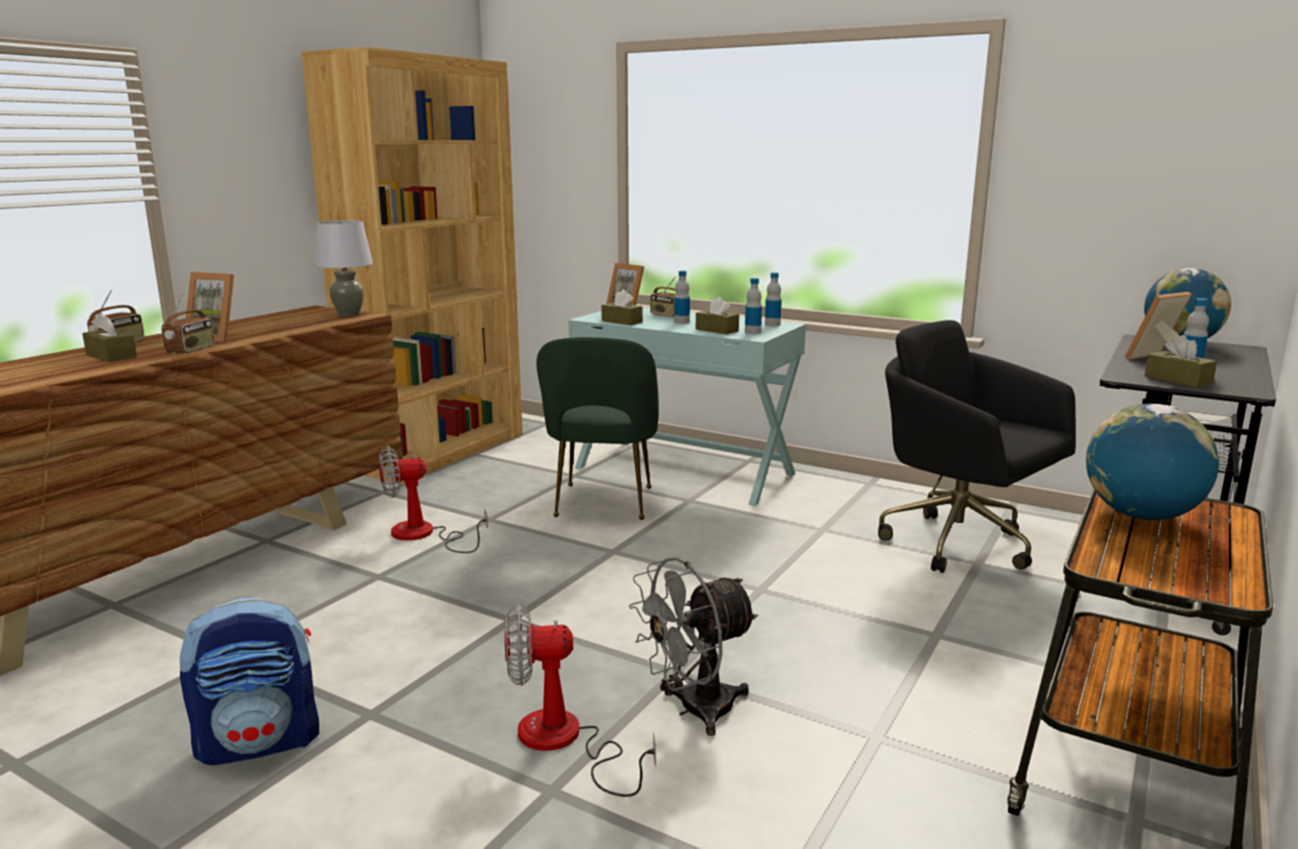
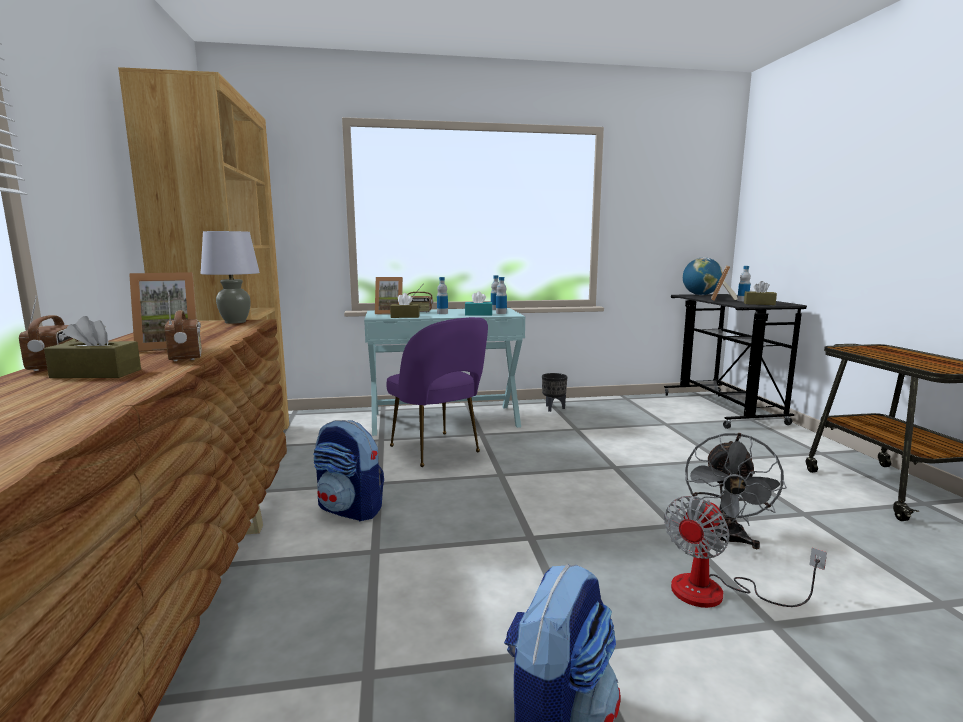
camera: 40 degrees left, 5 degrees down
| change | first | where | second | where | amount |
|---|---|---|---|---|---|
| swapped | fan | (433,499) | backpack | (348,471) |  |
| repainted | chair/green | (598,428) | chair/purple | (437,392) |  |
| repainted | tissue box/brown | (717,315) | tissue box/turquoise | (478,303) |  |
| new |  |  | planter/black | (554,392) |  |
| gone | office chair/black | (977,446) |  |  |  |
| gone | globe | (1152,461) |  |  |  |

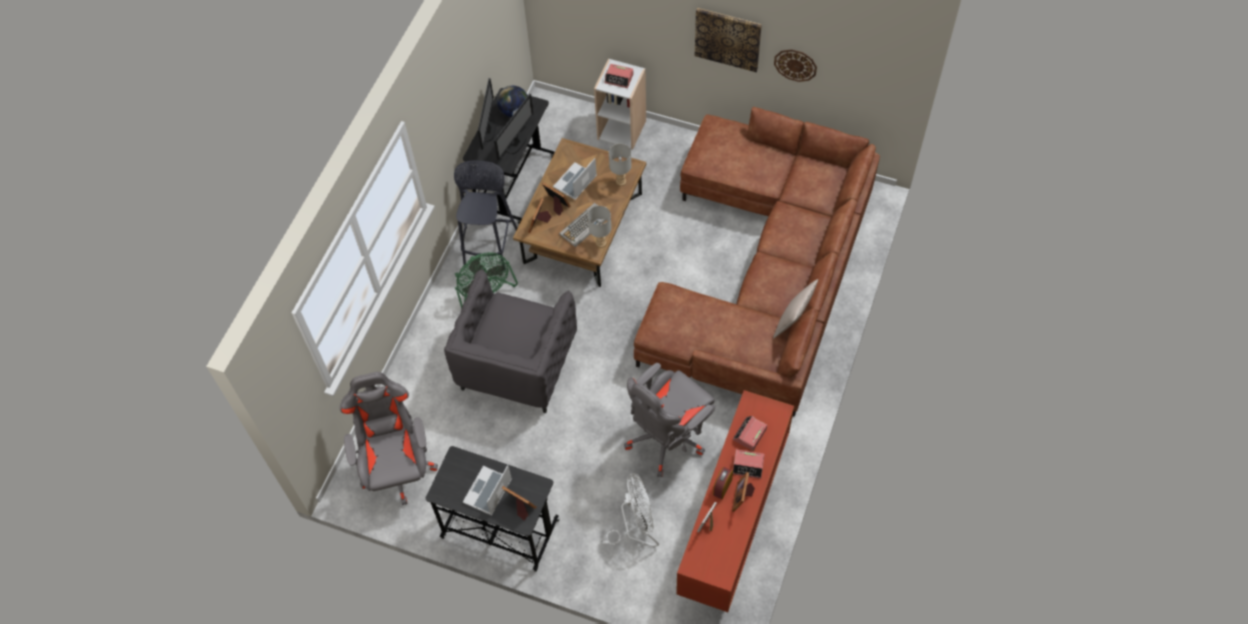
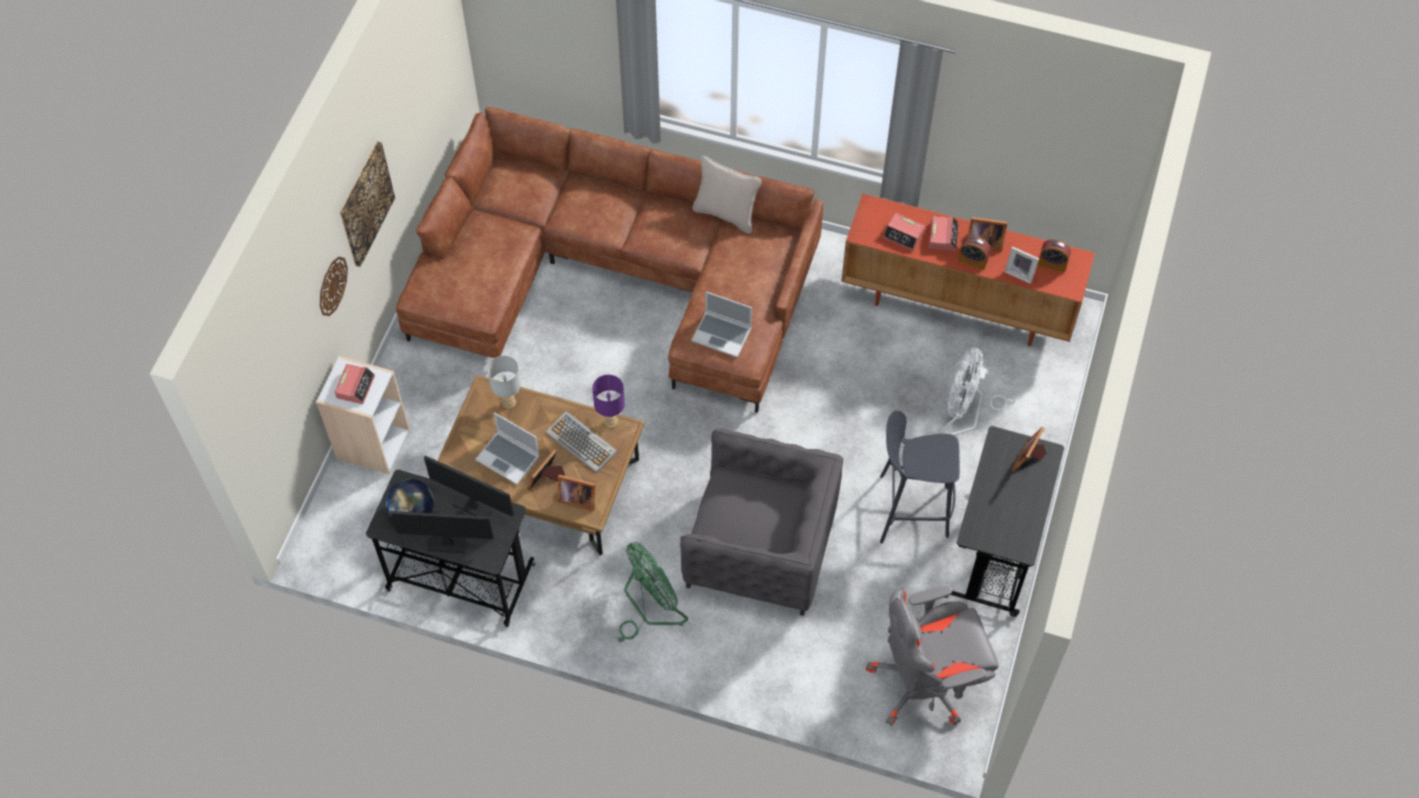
camera: 95 degrees left, 0 degrees up
| change | first | where | second | where | amount |
|---|---|---|---|---|---|
| shifted | wall clock | (795,65) |  | (334,286) |  |
| repainted | table lamp/grey | (599,227) | table lamp/purple | (608,401) |  |
| shifted | laptop | (487,490) |  | (721,324) |  |
| shifted | stool/grey | (485,215) |  | (920,476) |  |
| rotated | fan/white | (631,510) |  | (977,391) | 60 degrees counterclockwise |
| new |  |  | alarm clock | (1054,255) |  |
| gone | office chair/grey | (670,420) |  |  |  |

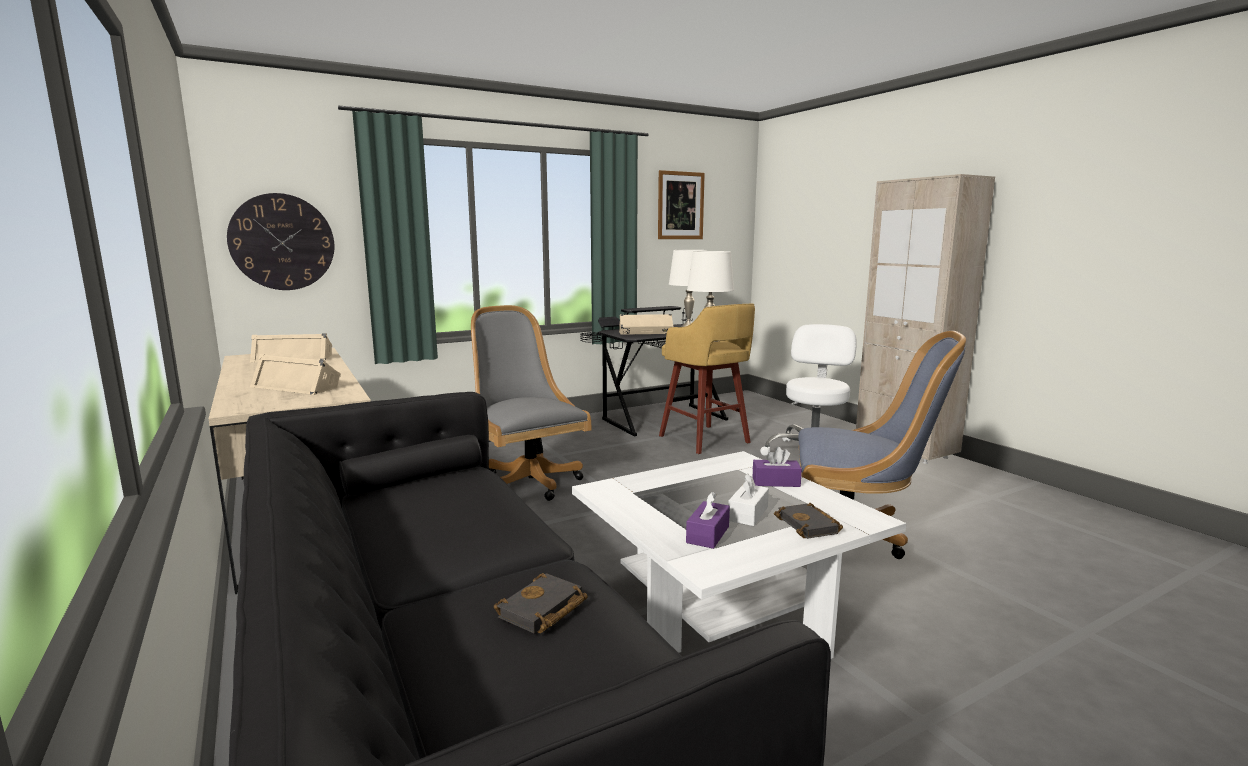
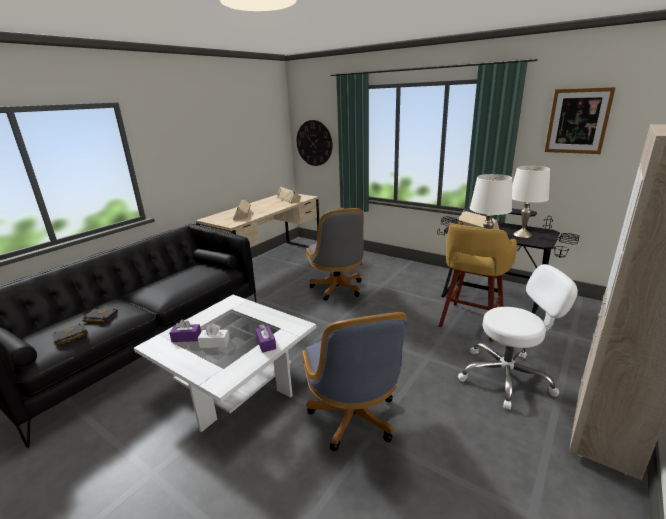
camera: 65 degrees right, 10 degrees up
| change | first | where | second | where | amount |
|---|---|---|---|---|---|
| shifted | book/black | (808,521) |  | (70,334) |  |
| rotated | office chair/grey | (531,403) |  | (335,254) | 135 degrees clockwise |

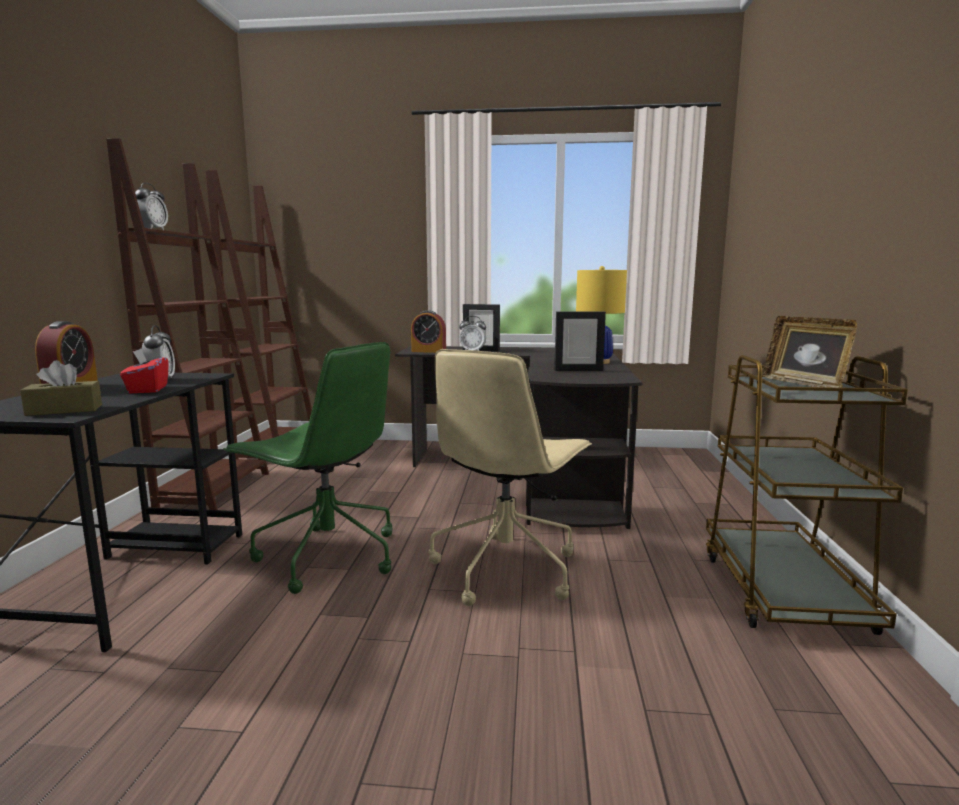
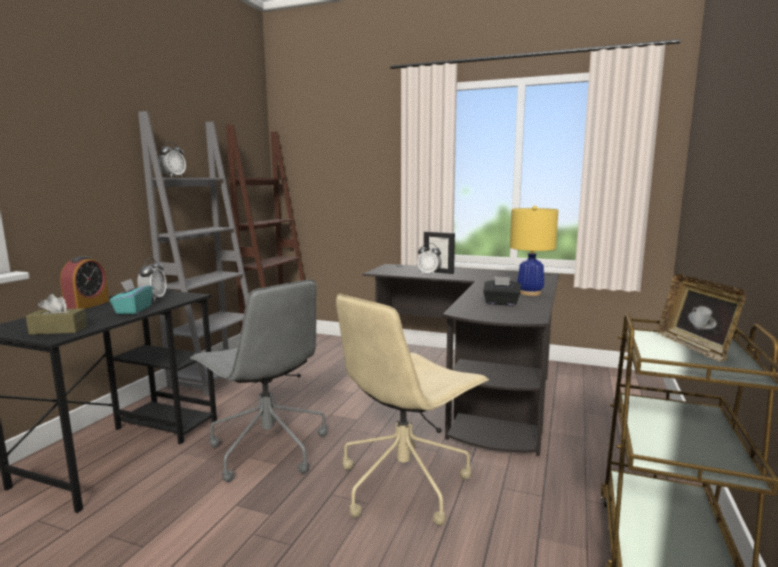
camera: 15 degrees right, 0 degrees up
| change | first | where | second | where | amount |
|---|---|---|---|---|---|
| repainted | tissue box/red | (144,371) | tissue box/turquoise | (131,296) |  |
| repainted | bookcase/brown | (187,324) | bookcase/grey | (193,253) |  |
| repainted | office chair/green | (307,468) | office chair/grey | (258,381) |  |
| swapped | picture frame | (580,341) | tissue box/black | (502,291) |  |
| gone | alarm clock | (428,331) |  |  |  |

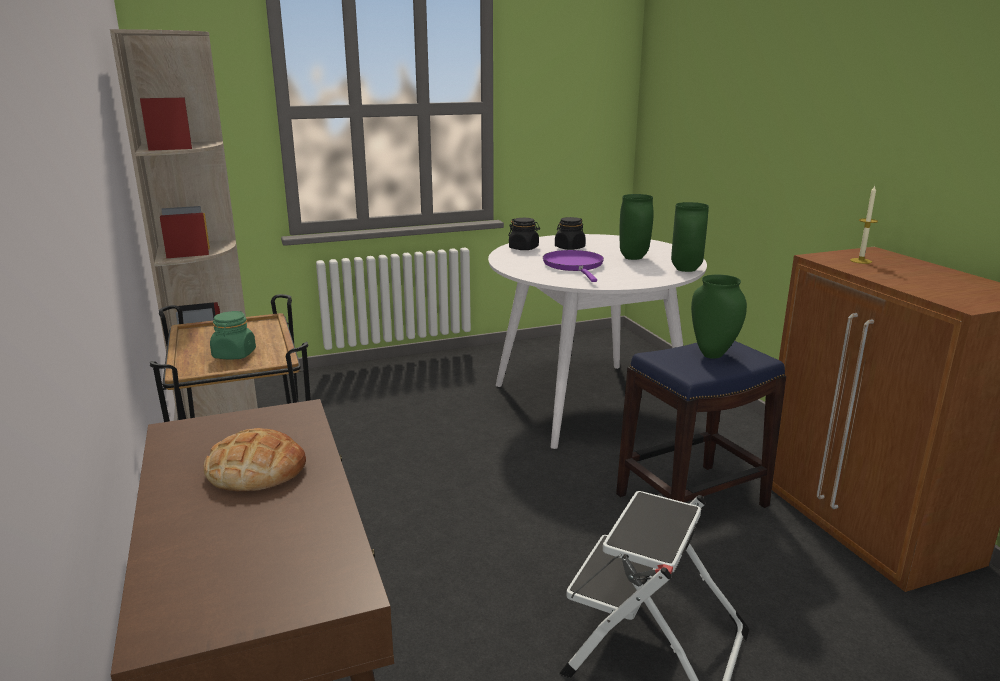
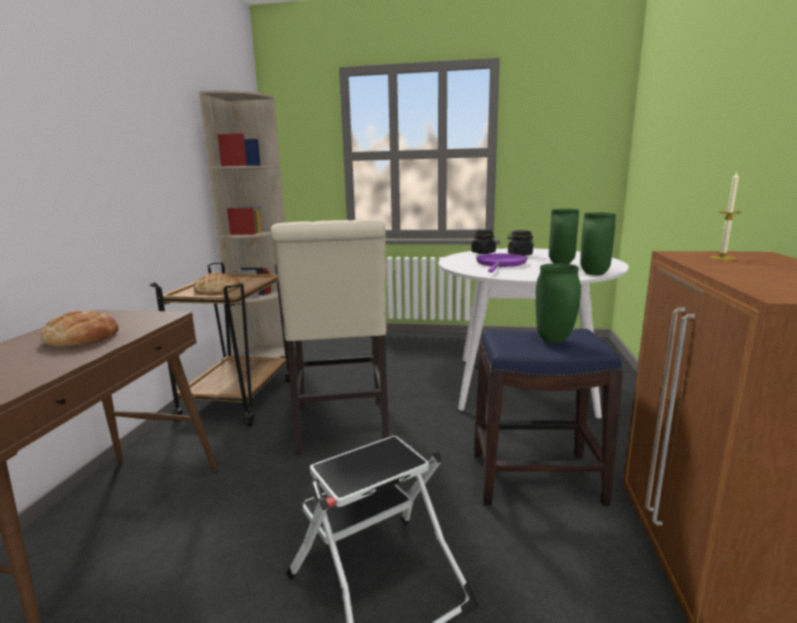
camera: 30 degrees right, 5 degrees down
| change | first | where | second | where | amount |
|---|---|---|---|---|---|
| swapped | jar/green | (233,335) | bread | (217,283) |  |
| new |  |  | stool/beige | (330,337) |  |

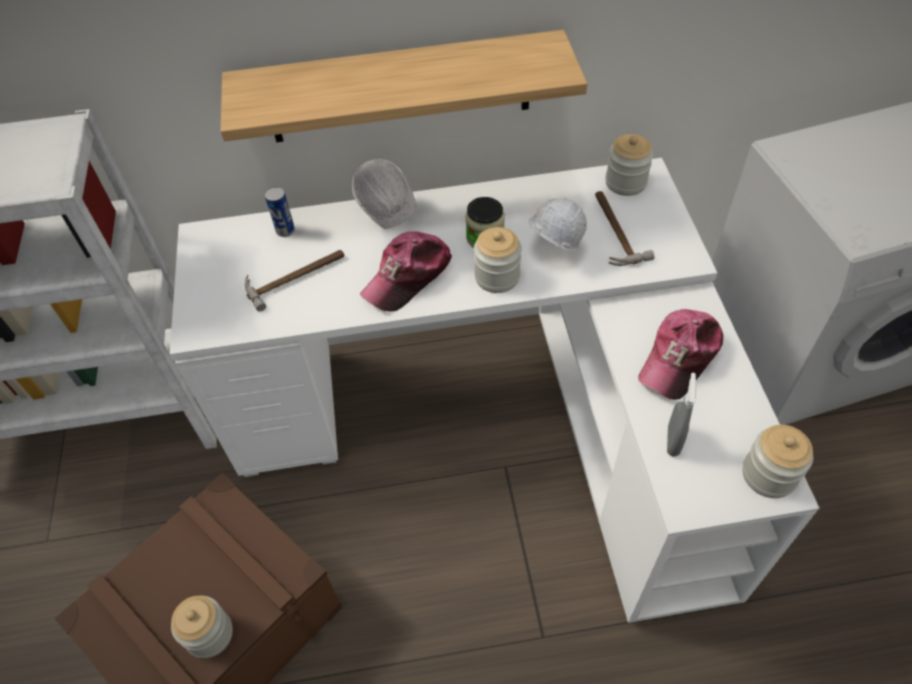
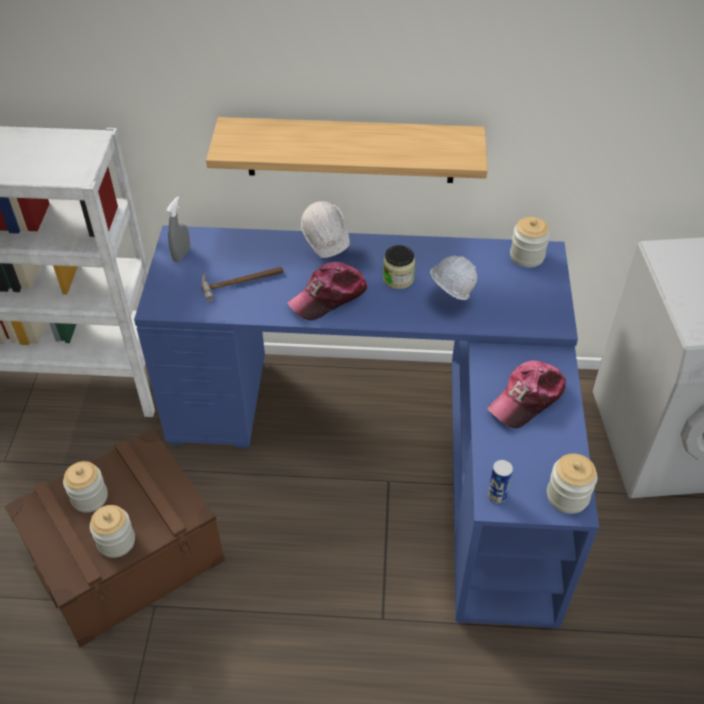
camera: 10 degrees right, 5 degrees down
| change | first | where | second | where | amount |
|---|---|---|---|---|---|
| shifted | jar | (498,260) |  | (85,487) |  |
| repainted | desk/white | (494,390) | desk/blue | (366,426) |  |
| shifted | spray bottle/grey | (681,415) |  | (178,229) |  |
| shifted | can | (280,212) |  | (500,481) |  |
| gone | hammer | (624,228) |  |  |  |

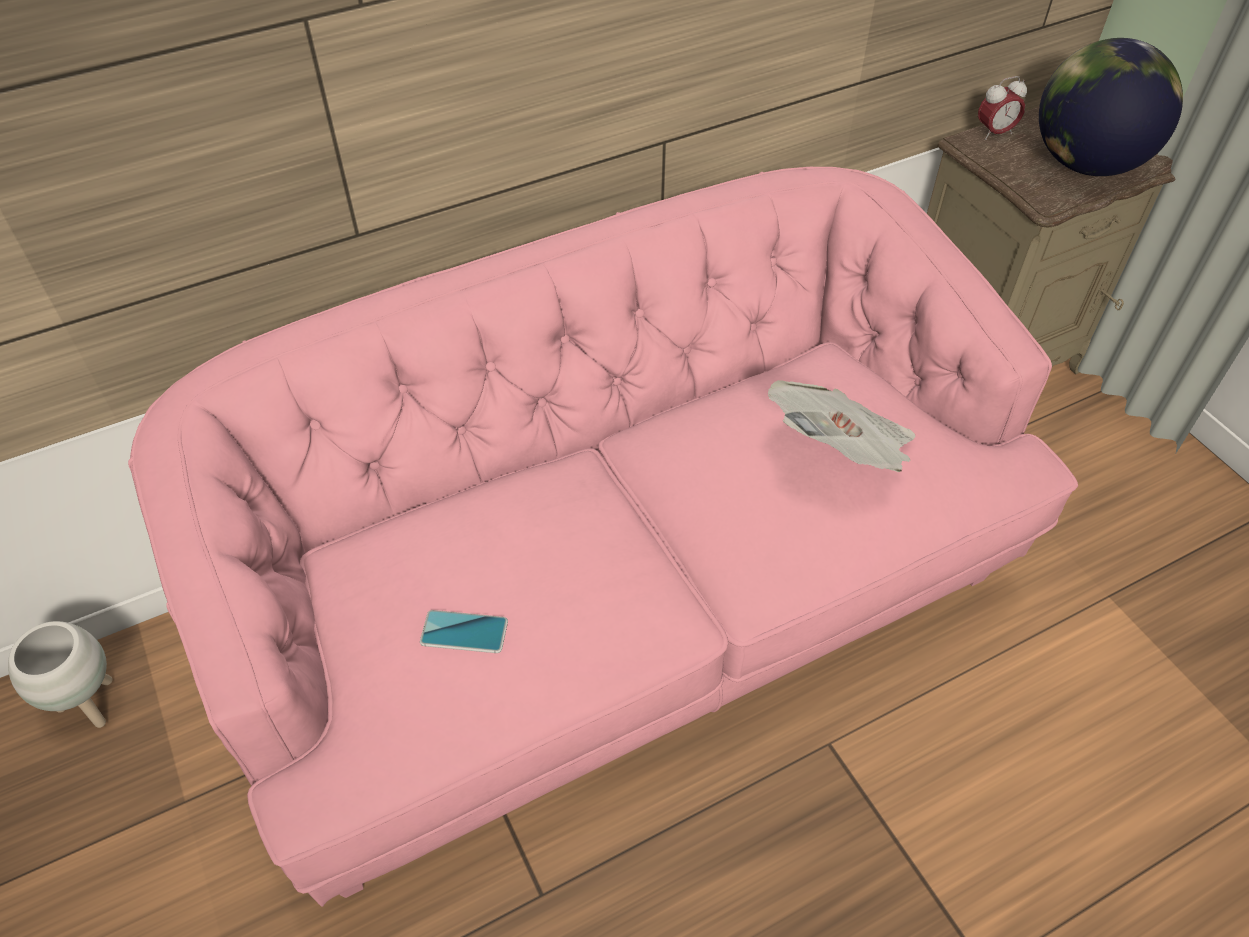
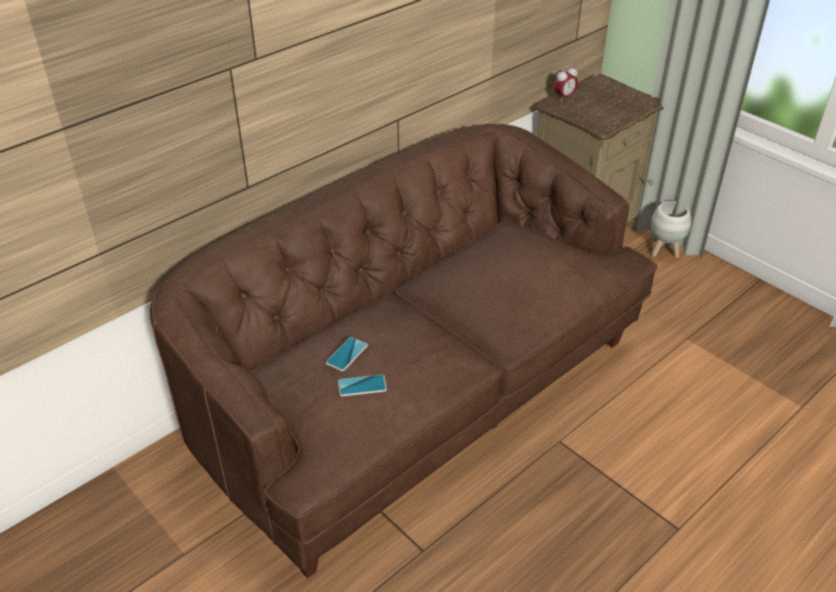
camera: 15 degrees left, 10 degrees down
| change | first | where | second | where | amount |
|---|---|---|---|---|---|
| repainted | sofa/pink | (603,537) | sofa/brown | (404,351) |  |
| new |  |  | phone | (347,354) |  |
| shifted | planter/white | (60,674) |  | (671,229) |  |
| gone | newspaper | (841,426) |  |  |  |
| gone | globe | (1111,107) |  |  |  |

